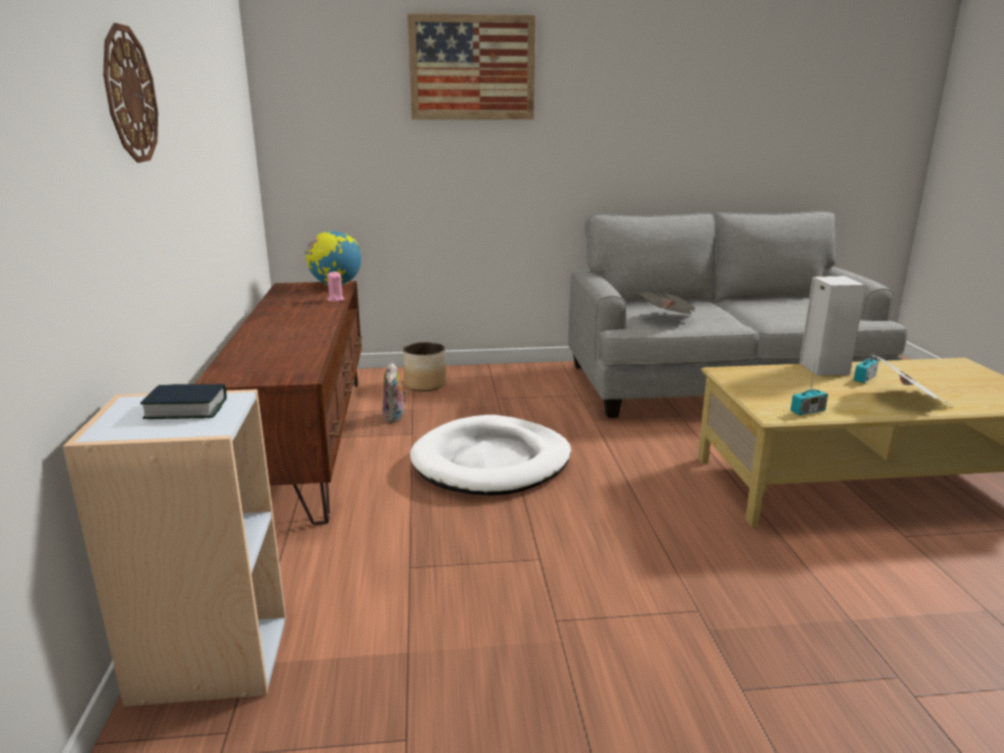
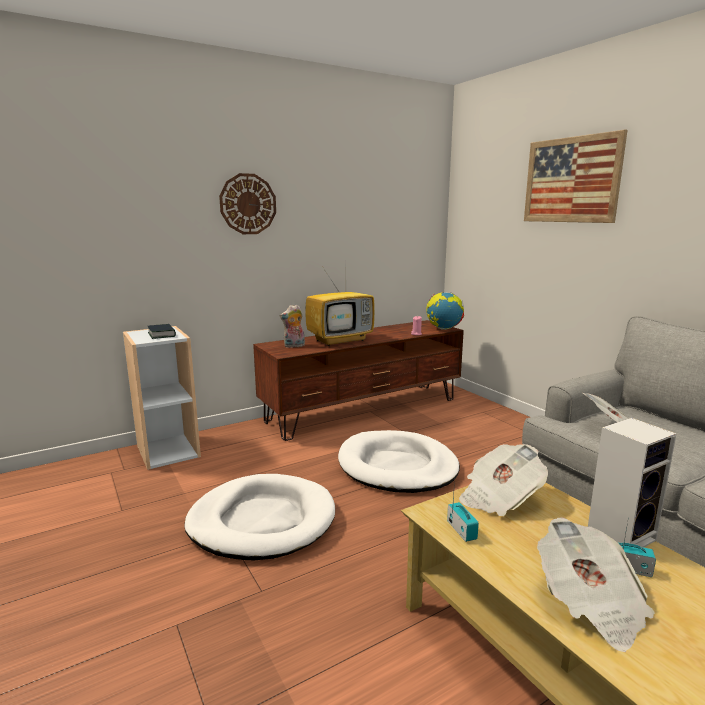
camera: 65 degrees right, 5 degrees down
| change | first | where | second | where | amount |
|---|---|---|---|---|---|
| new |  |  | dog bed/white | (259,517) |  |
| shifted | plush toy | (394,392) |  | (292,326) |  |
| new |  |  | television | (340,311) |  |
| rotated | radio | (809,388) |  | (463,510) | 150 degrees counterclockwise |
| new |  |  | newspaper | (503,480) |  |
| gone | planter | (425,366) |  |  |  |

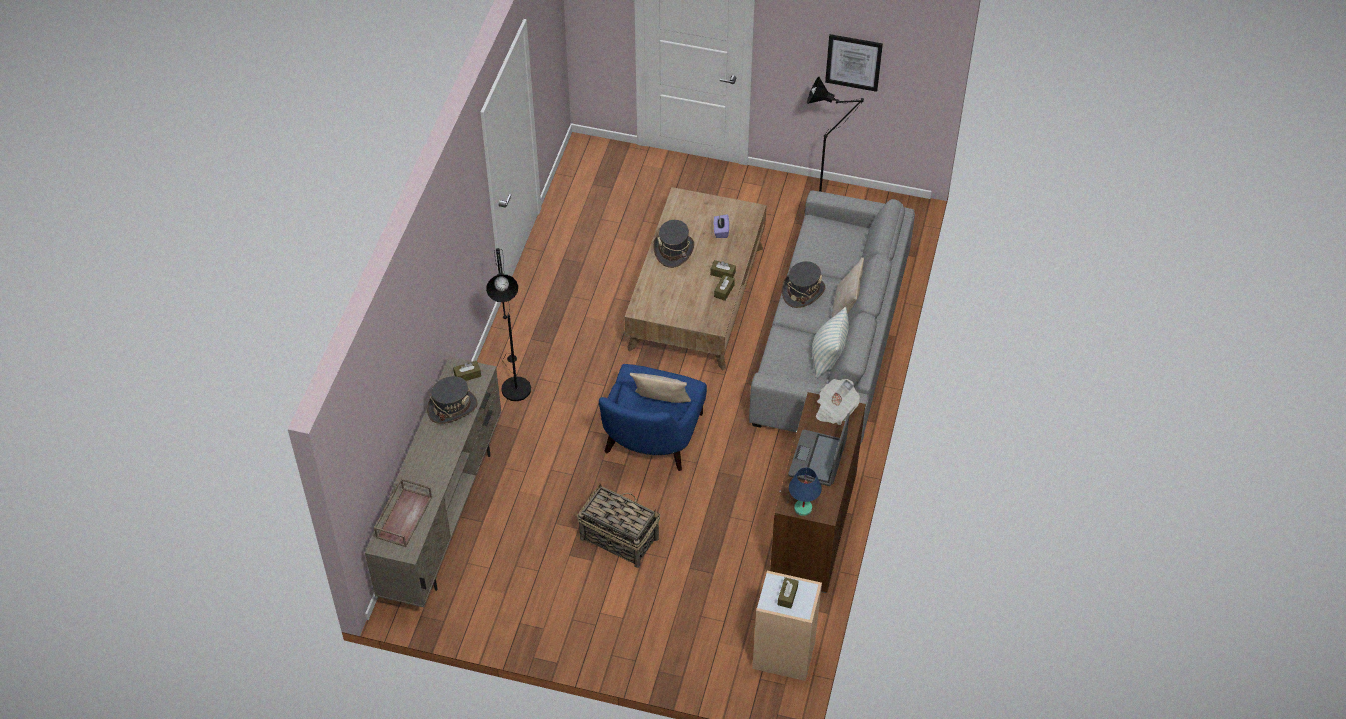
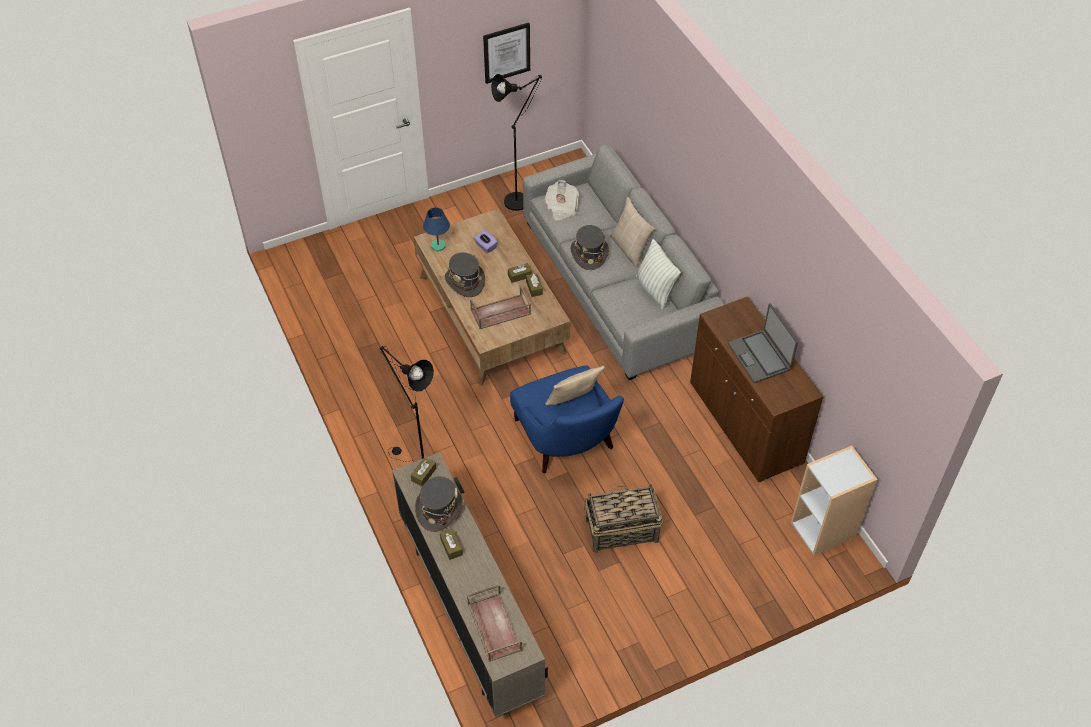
camera: 40 degrees left, 0 degrees up
| change | first | where | second | where | amount |
|---|---|---|---|---|---|
| shifted | table lamp/blue | (805,492) |  | (436,229) |  |
| shifted | tissue box/brown | (788,593) |  | (451,544) |  |
| new |  |  | tray/brown | (500,307) |  |
| shifted | newspaper | (838,402) |  | (562,200) |  |

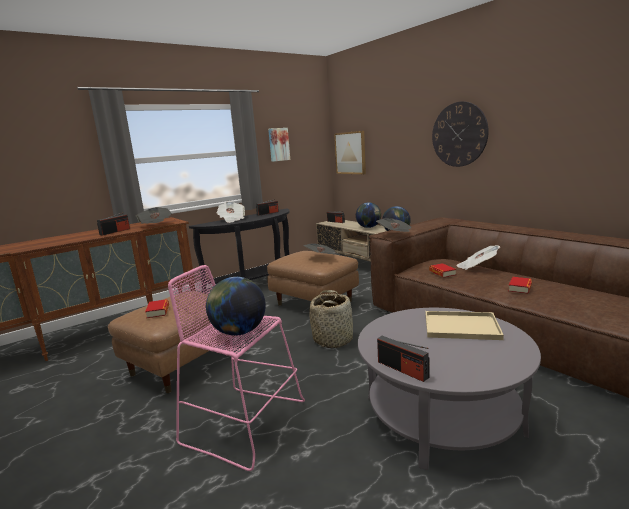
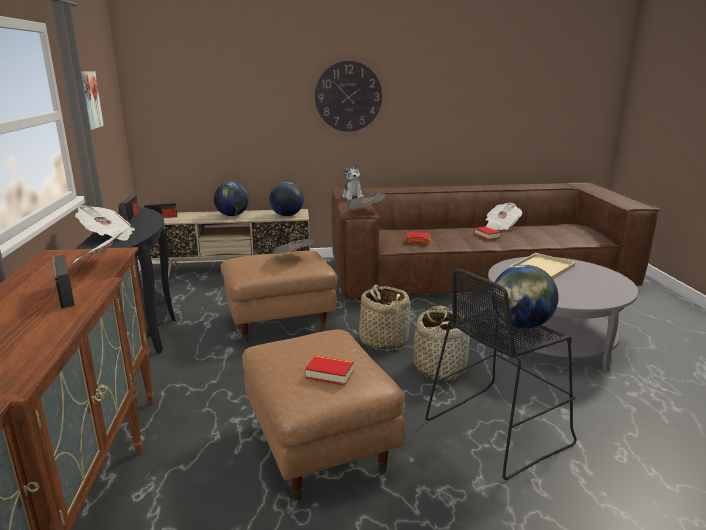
camera: 60 degrees left, 5 degrees up
| change | first | where | second | where | amount |
|---|---|---|---|---|---|
| new |  |  | plush toy | (352,181) |  |
| new |  |  | basket | (441,343) |  |
| repainted | stool/pink | (236,368) | stool/black | (501,374) |  |
| shifted | newspaper | (478,257) |  | (504,216) |  |
| gone | picture | (350,152) |  |  |  |
| gone | radio | (403,359) |  |  |  |

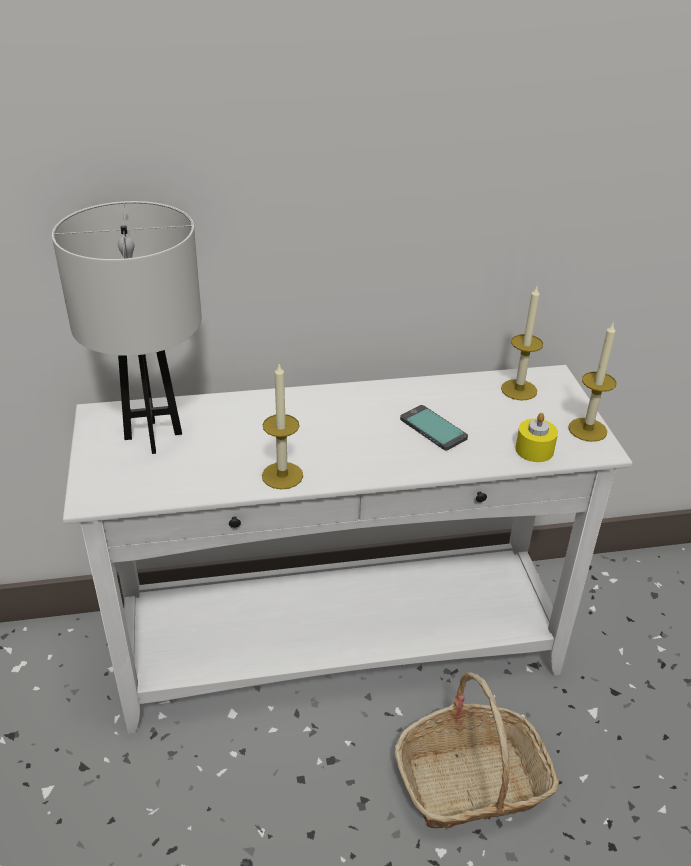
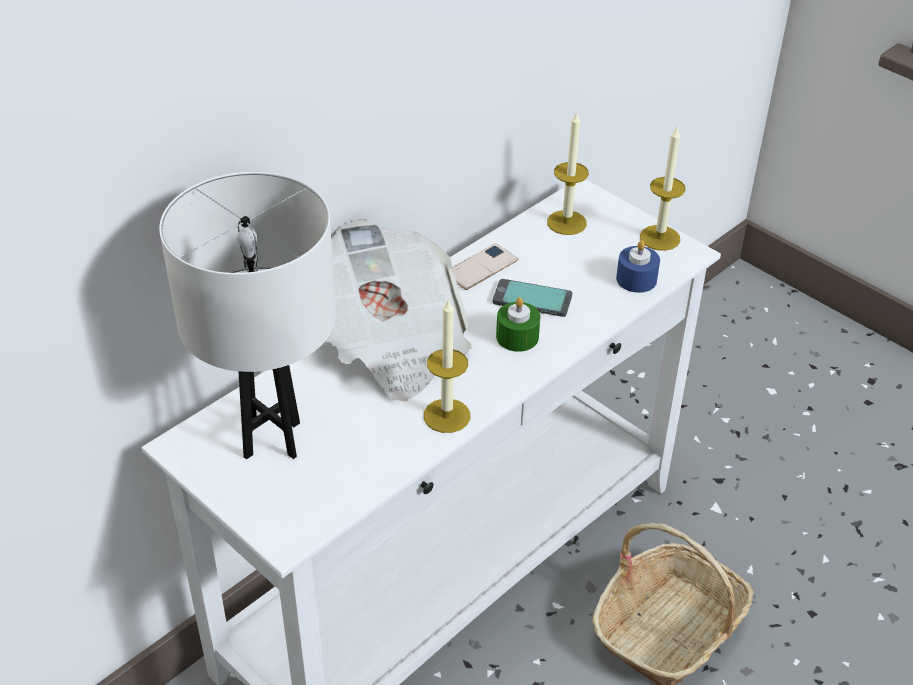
camera: 35 degrees left, 5 degrees up
| change | first | where | second | where | amount |
|---|---|---|---|---|---|
| new |  |  | newspaper | (399,310) |  |
| new |  |  | phone | (485,267) |  |
| new |  |  | candle/green | (518,324) |  |
| repainted | candle/yellow | (536,437) | candle/blue | (638,266) |  |

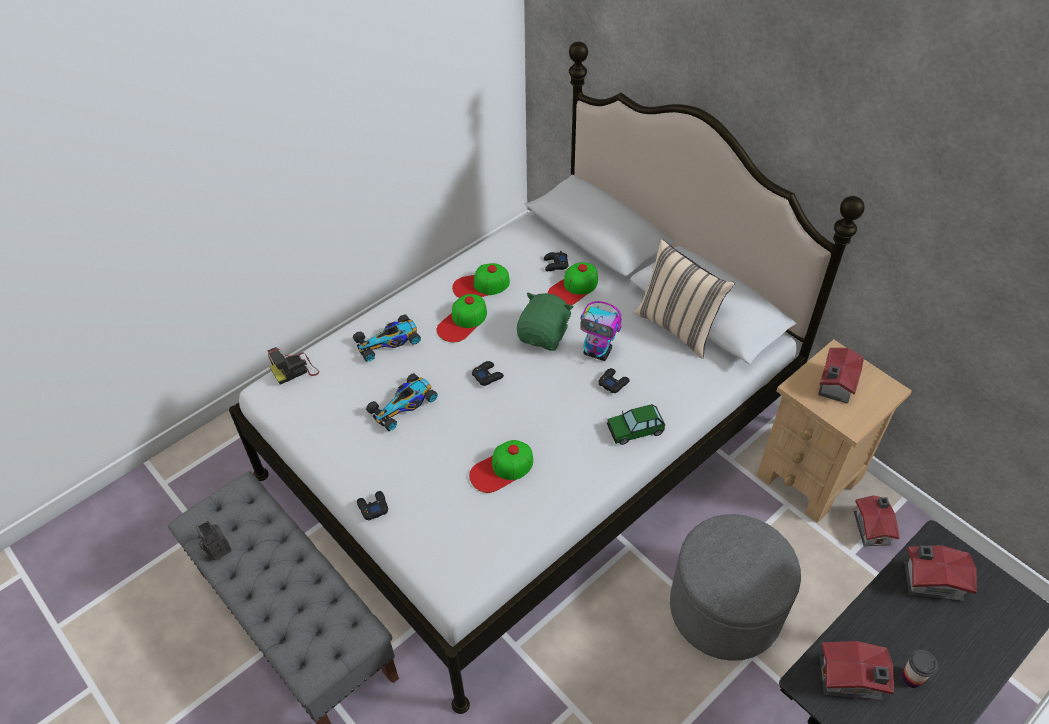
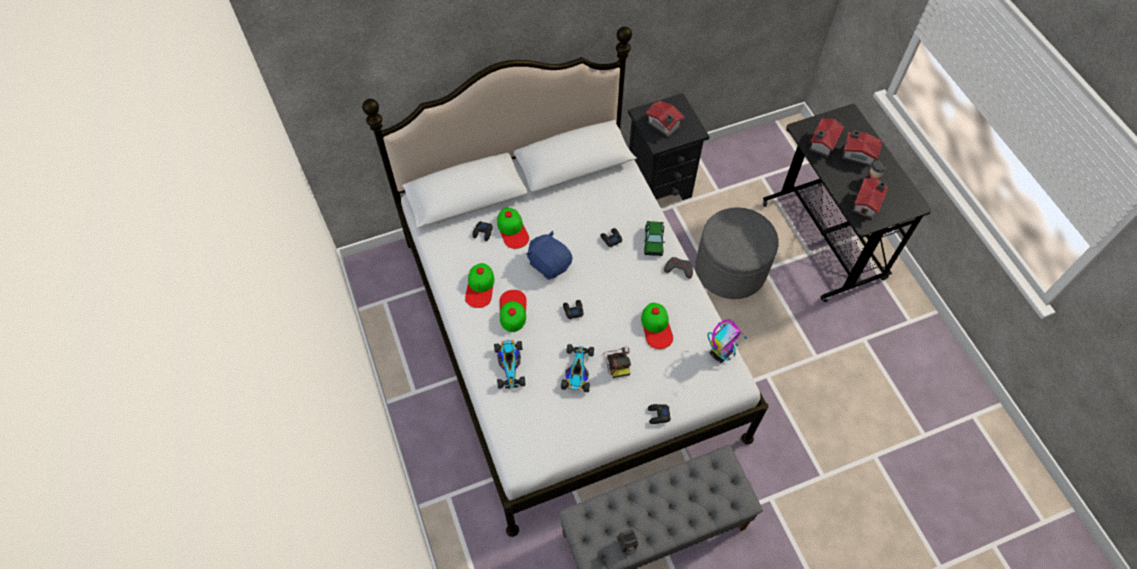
camera: 70 degrees left, 10 degrees up
| change | first | where | second | where | amount |
|---|---|---|---|---|---|
| rotated | cap | (461,318) |  | (513,311) | 150 degrees counterclockwise |
| repainted | plush toy/green | (545,322) | plush toy/blue | (549,255) |  |
| rotated | toy car | (402,402) |  | (577,368) | 150 degrees counterclockwise |
| shifted | photo camera | (293,365) |  | (617,362) |  |
| repainted | nightstand/beige | (834,431) | nightstand/black | (669,146) |  |
| new |  |  | game controller/grey | (678,268) |  |
| shifted | toy robot | (600,331) |  | (727,341) |  |
| shifted | toy house | (877,520) |  | (862,148) |  |
| gone | pillow/beige | (684,299) |  |  |  |

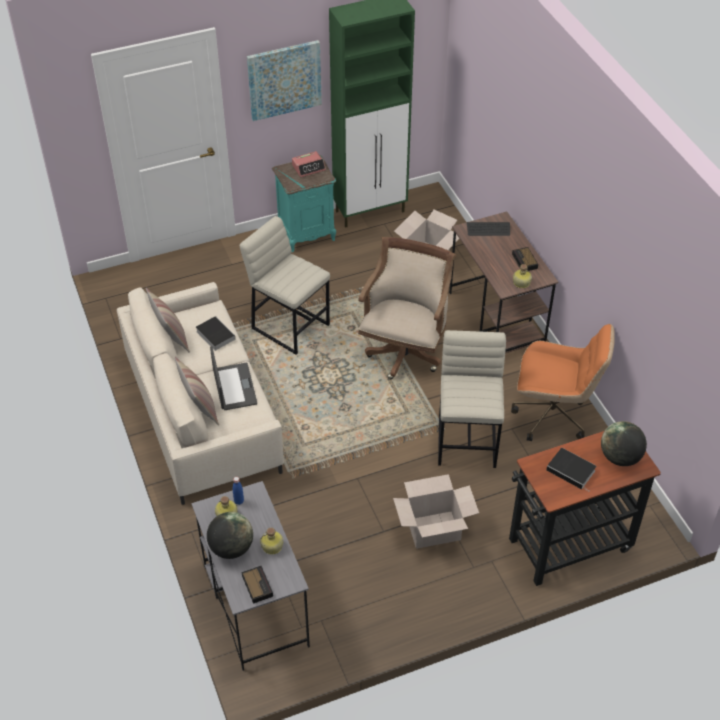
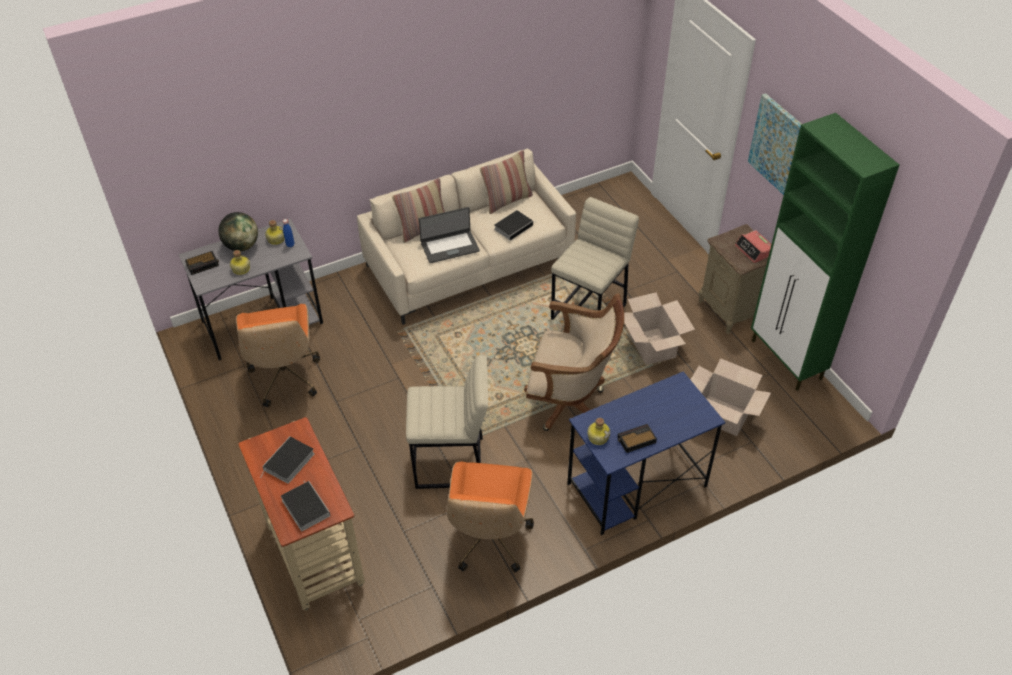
camera: 85 degrees right, 0 degrees up
| change | first | where | second | where | amount |
|---|---|---|---|---|---|
| new |  |  | office chair/orange | (278,355) |  |
| repainted | cart/black | (585,508) | cart/beige | (302,514) |  |
| swapped | globe | (624,443) | book | (305,505) |  |
| repainted | desk/brown | (503,282) | desk/blue | (646,453) |  |
| shifted | cardboard box | (436,511) |  | (659,328) |  |
| repainted | nightstand/turquoise | (304,203) | nightstand/beige | (733,279) |  |
| gone | keyboard | (488,229) |  |  |  |

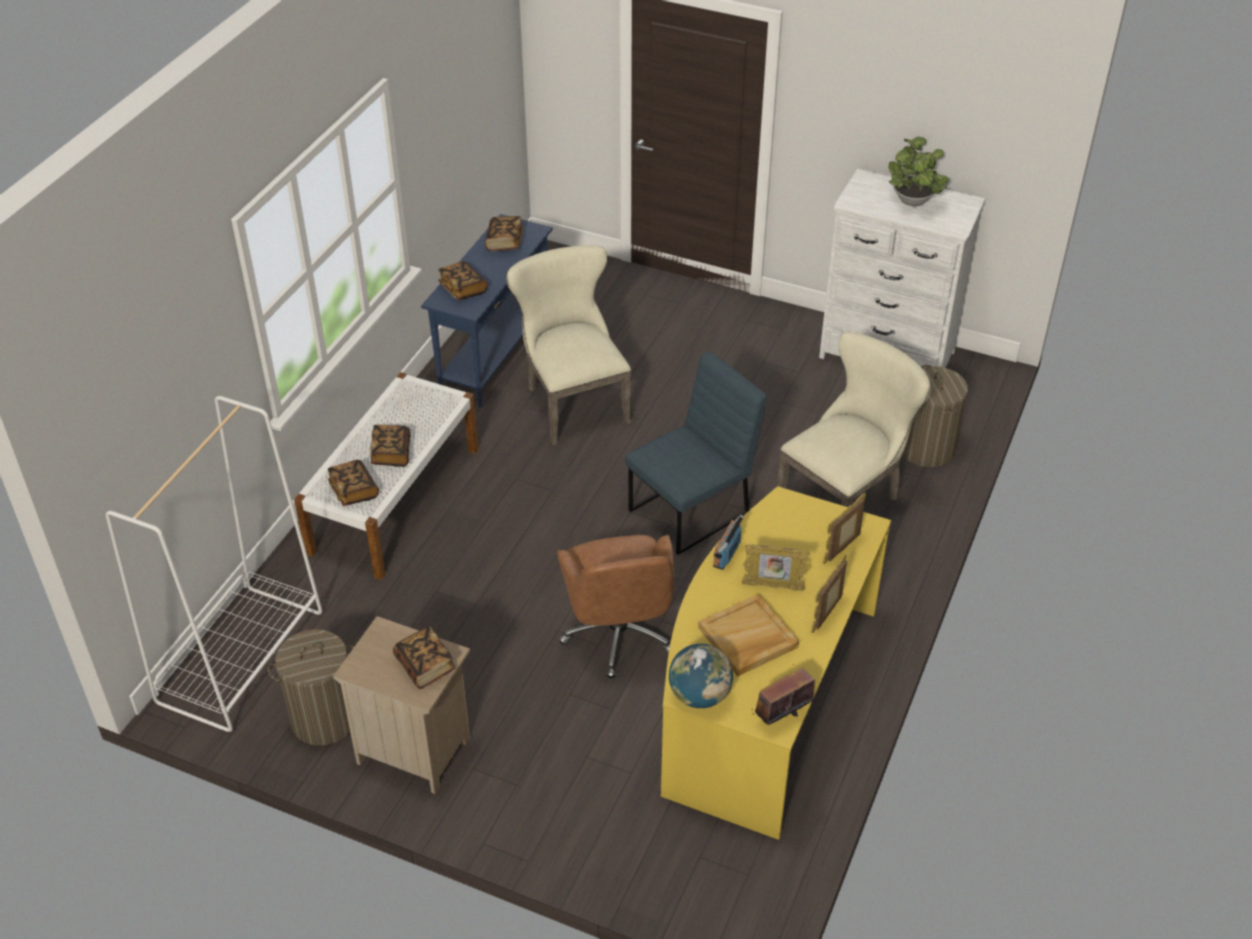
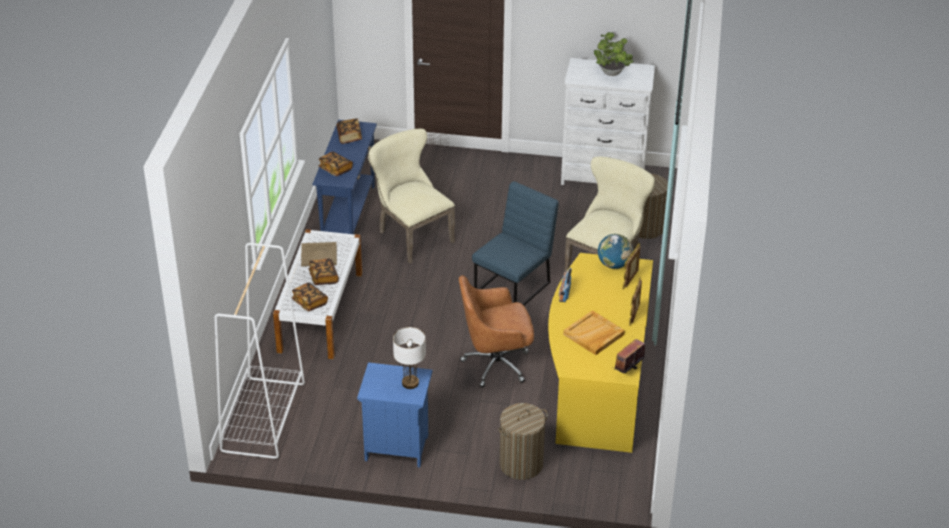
camera: 15 degrees left, 5 degrees down
| change | first | where | second | where | amount |
|---|---|---|---|---|---|
| new |  |  | tray/beige | (319,254) |  |
| repainted | nightstand/beige | (401,705) | nightstand/blue | (395,415) |  |
| swapped | book | (424,657) | table lamp | (409,358) |  |
| rotated | office chair/brown | (616,606) |  | (496,331) | 105 degrees clockwise |
| shifted | laundry basket | (310,687) |  | (523,441) |  |
| shifted | globe | (701,676) |  | (615,251) |  |
| gone | picture frame | (775,567) |  |  |  |

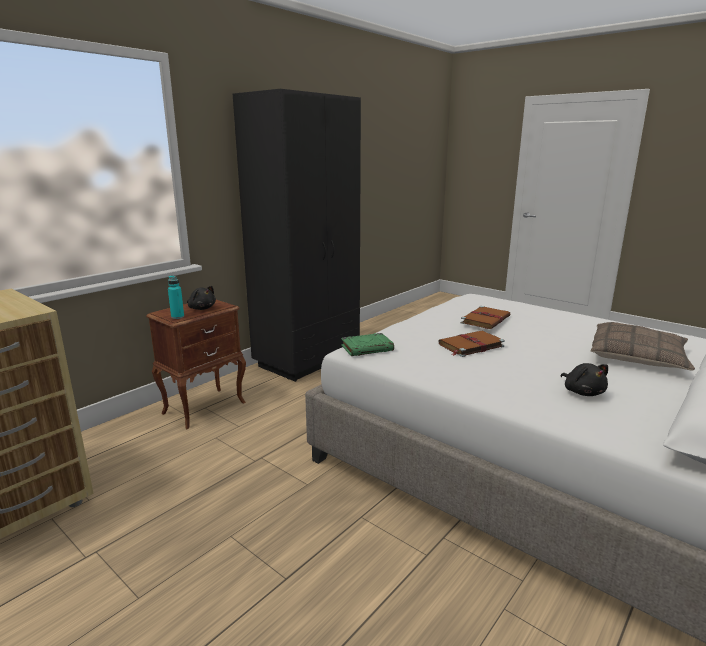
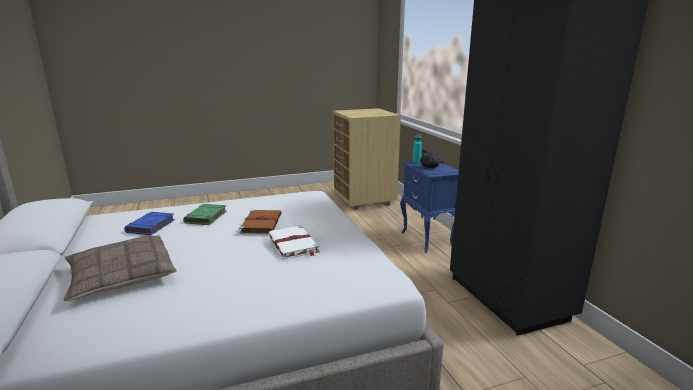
camera: 120 degrees right, 0 degrees up
| change | first | where | second | where | amount |
|---|---|---|---|---|---|
| swapped | plush toy/black | (584,379) | book/blue | (149,223) |  |
| shifted | book/green | (367,344) |  | (205,214) |  |
| repainted | book/brown | (485,317) | book/white | (294,241) |  |
| repainted | nightstand/brown | (196,364) | nightstand/blue | (429,207) |  |

